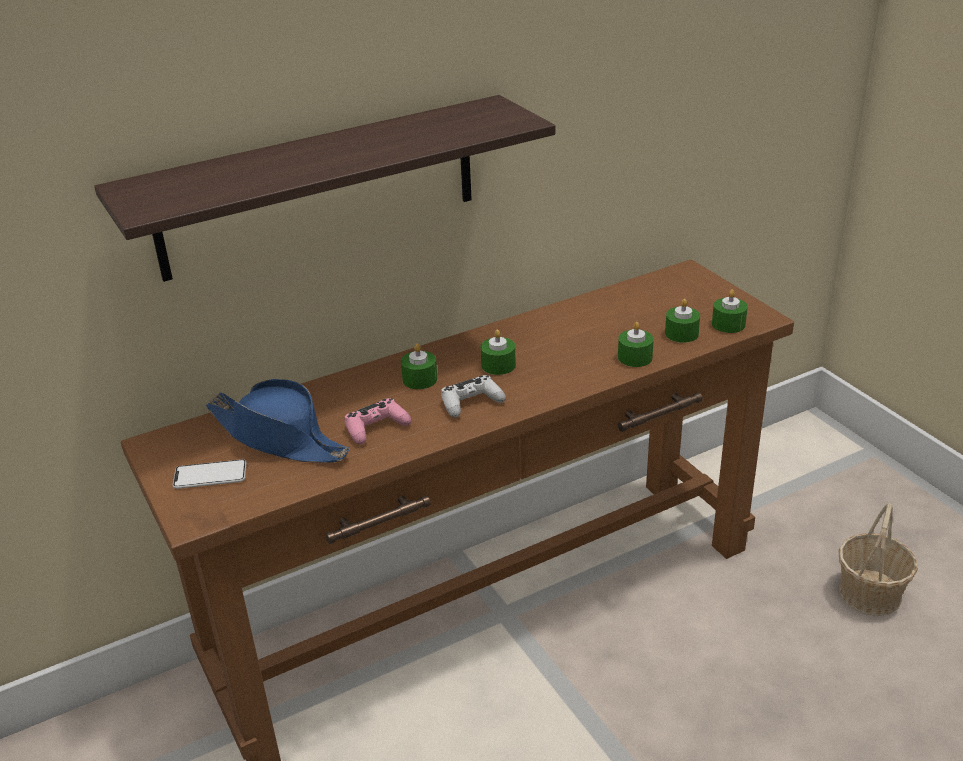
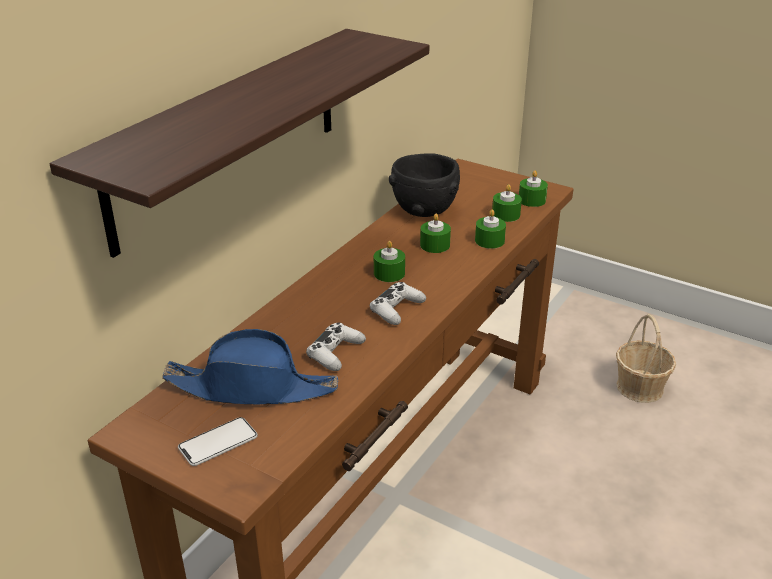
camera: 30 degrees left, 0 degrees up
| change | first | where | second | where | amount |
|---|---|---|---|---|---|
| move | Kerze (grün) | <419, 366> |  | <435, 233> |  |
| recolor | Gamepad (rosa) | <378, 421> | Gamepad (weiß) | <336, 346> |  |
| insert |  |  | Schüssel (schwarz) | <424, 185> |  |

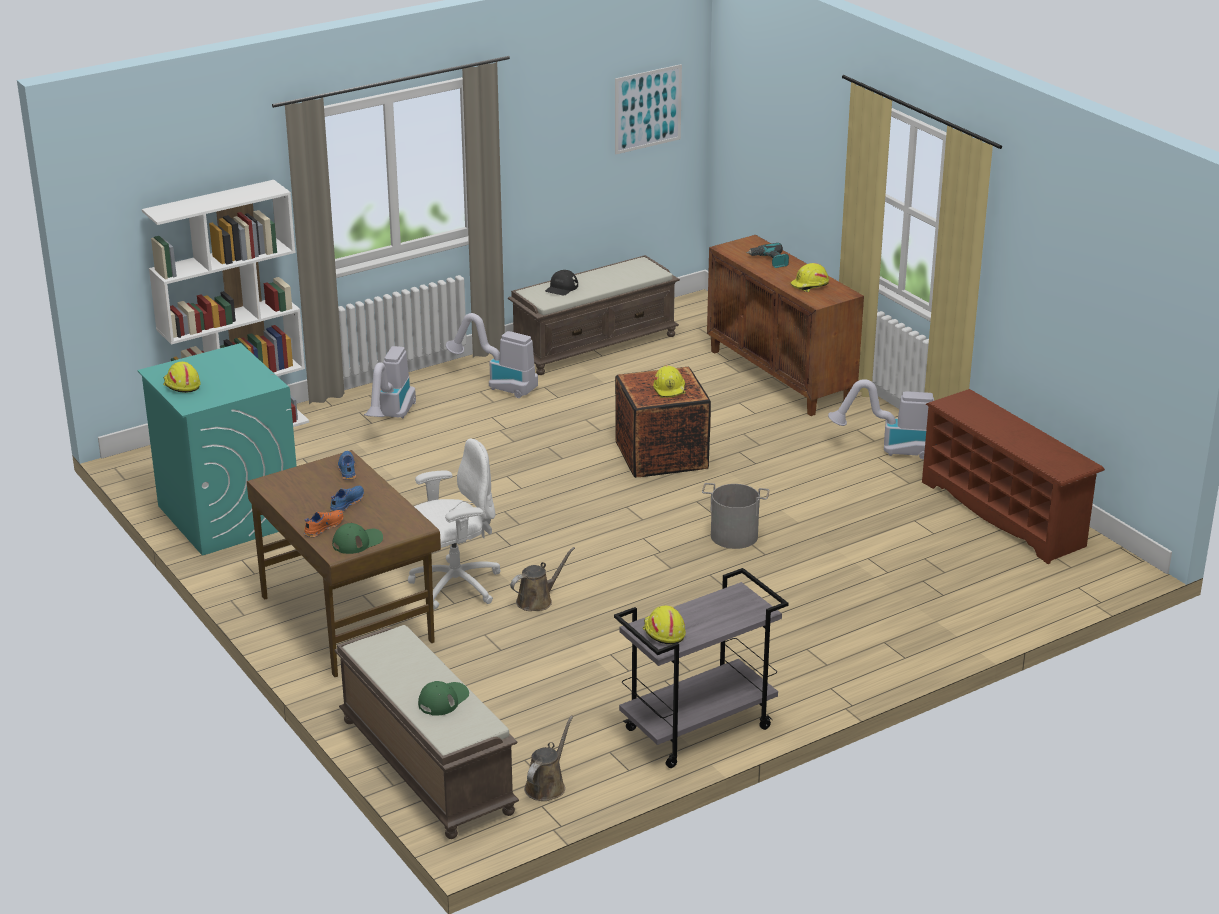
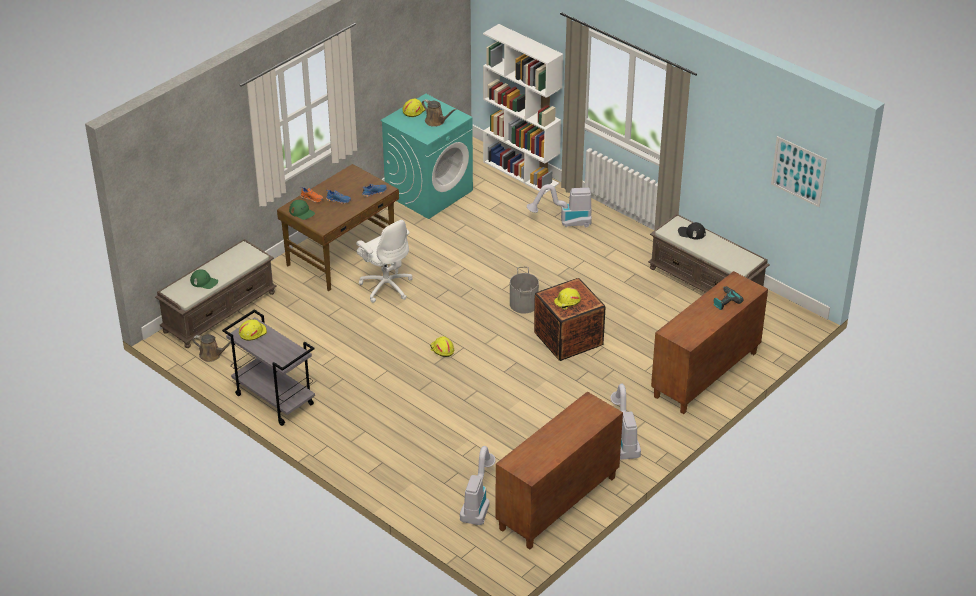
camera: 75 degrees right, 10 degrees up
| change | first | where | second | where | amount |
|---|---|---|---|---|---|
| move | Schutzhelm (gelb) | <810, 277> |  | <442, 346> |  |
| move | Staubsauger | <492, 355> |  | <478, 485> |  |
| replace | Schuhregal (braun) | <1013, 476> | Schrank (braun) | <559, 470> |  |
| move | Eimer (grau) | <735, 516> |  | <524, 290> |  |
| move | Gießkanne (braun) | <542, 579> |  | <439, 113> |  |

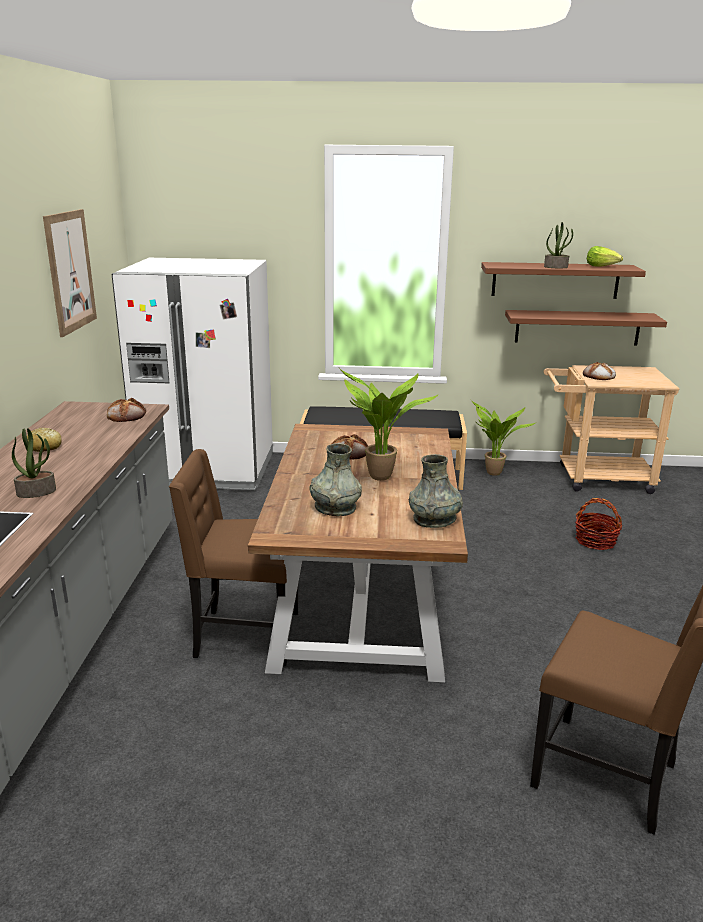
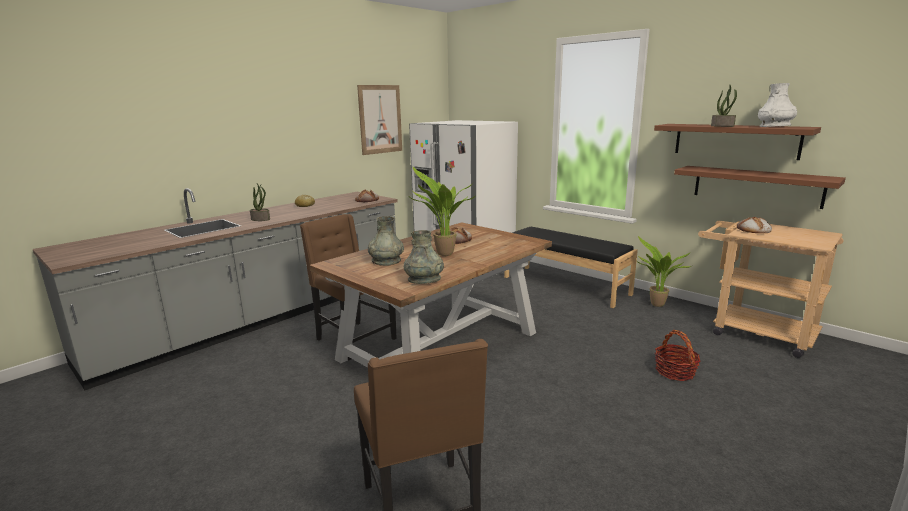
camera: 40 degrees right, 5 degrees down
| change | first | where | second | where | amount |
|---|---|---|---|---|---|
| replace | Salatkopf | <605, 256> | Vase (weiß) | <777, 105> |  |

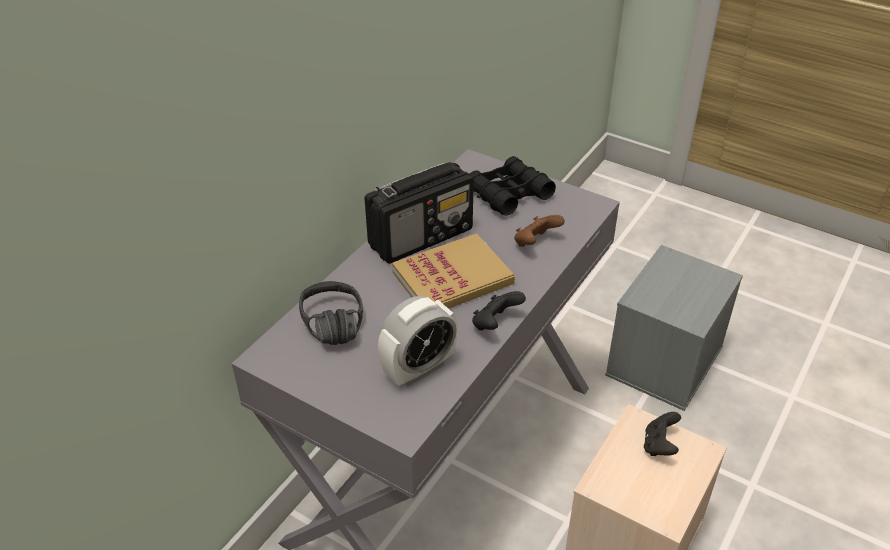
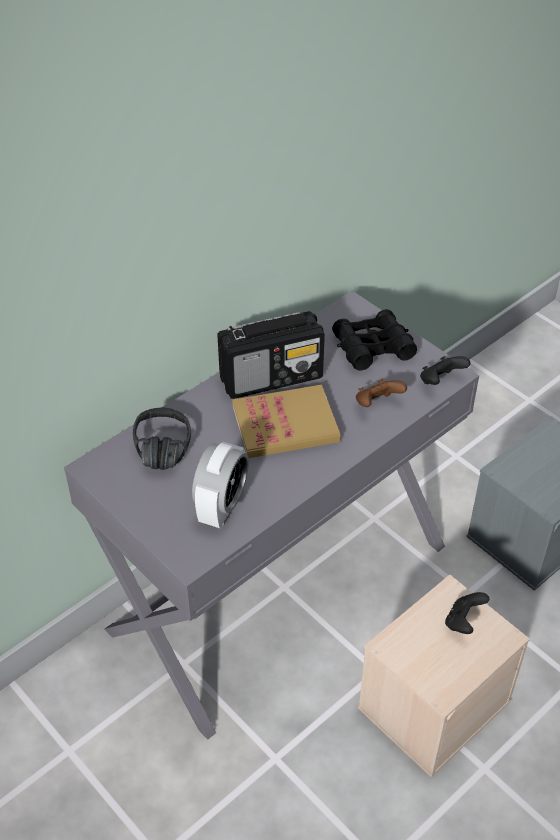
camera: 15 degrees right, 5 degrees up
| change | first | where | second | where | amount |
|---|---|---|---|---|---|
| move | Gamepad (schwarz) | <499, 310> |  | <445, 370> |  |
| rotate | Wecker | <418, 341> |  | <220, 484> | 45 degrees counterclockwise |

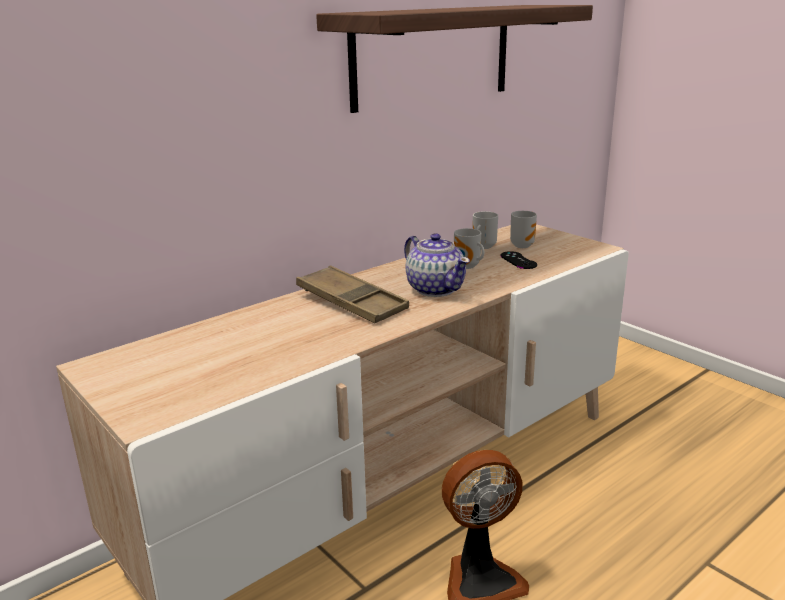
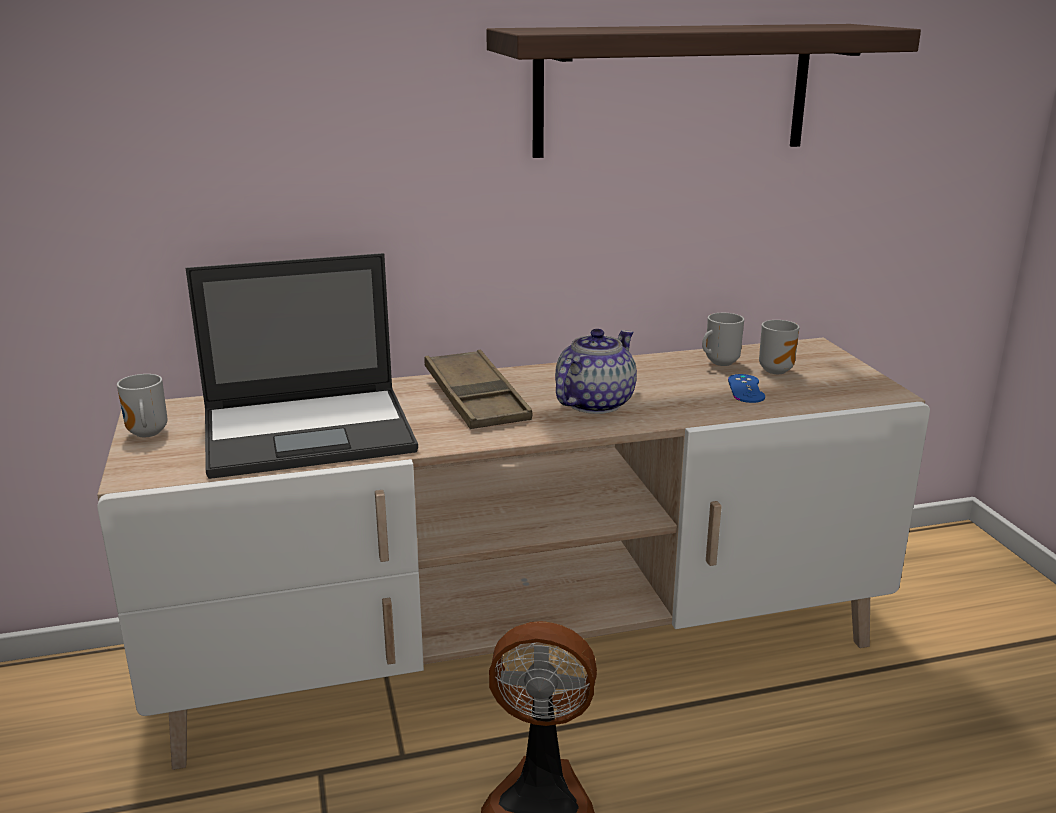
camera: 25 degrees right, 0 degrees up
| change | first | where | second | where | amount |
|---|---|---|---|---|---|
| move | Henkelbecher | <469, 248> |  | <142, 405> |  |
| rotate | Teekanne | <437, 265> |  | <596, 371> | 135 degrees counterclockwise |
| recolor | Gamepad (schwarz) | <519, 260> | Gamepad (blau) | <746, 388> |  |
| insert |  |  | Laptop | <302, 366> |  |

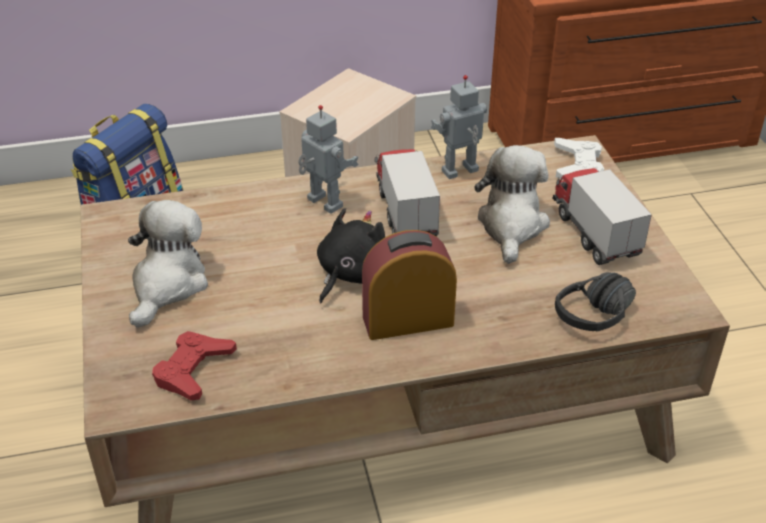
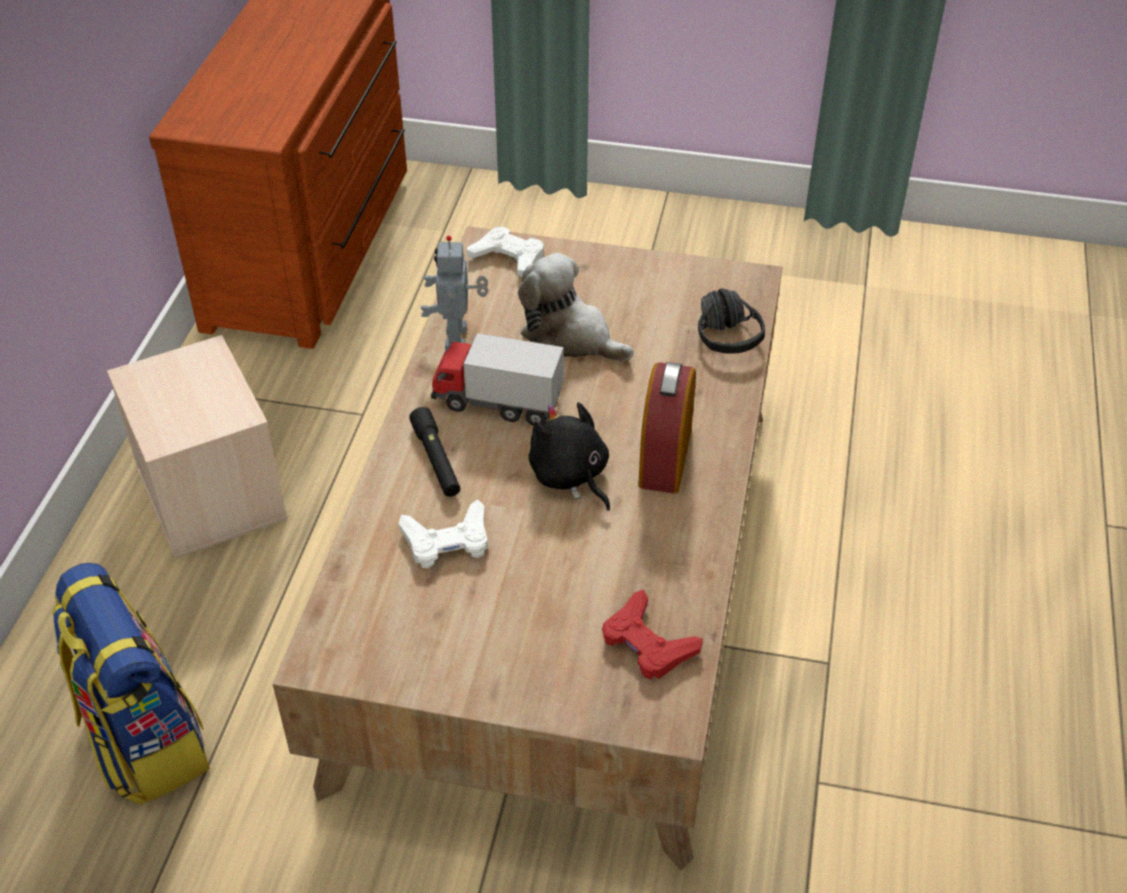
camera: 65 degrees left, 5 degrees up
| change | first | where | second | where | amount |
|---|---|---|---|---|---|
| replace | Spielzeugroboter | <328, 159> | Taschenlampe (schwarz) | <434, 452> |  |
| delete | Spielzeuglaster | <602, 216> |  |  |  |
| delete | Plüschtier | <168, 264> |  |  |  |
| insert |  |  | Gamepad (weiß) | <443, 534> |  |

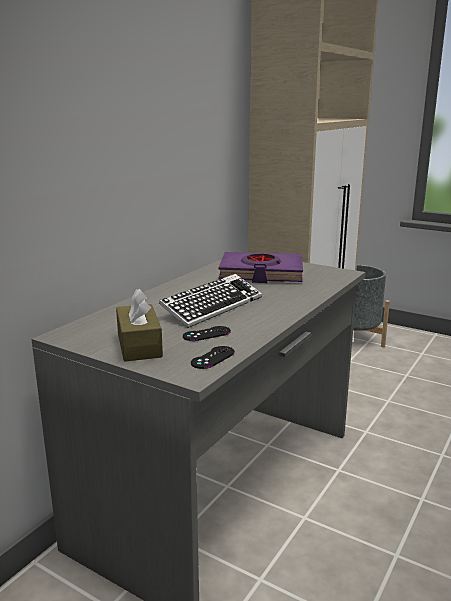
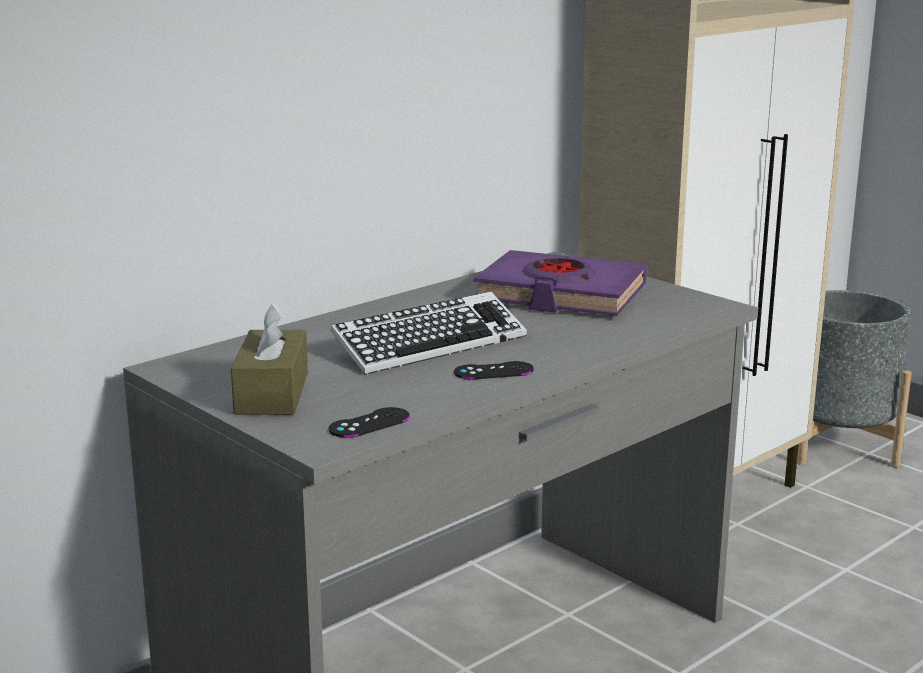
camera: 15 degrees right, 0 degrees up
| change | first | where | second | where | amount |
|---|---|---|---|---|---|
| move | Gamepad (schwarz) | <207, 333> |  | <494, 370> |  |

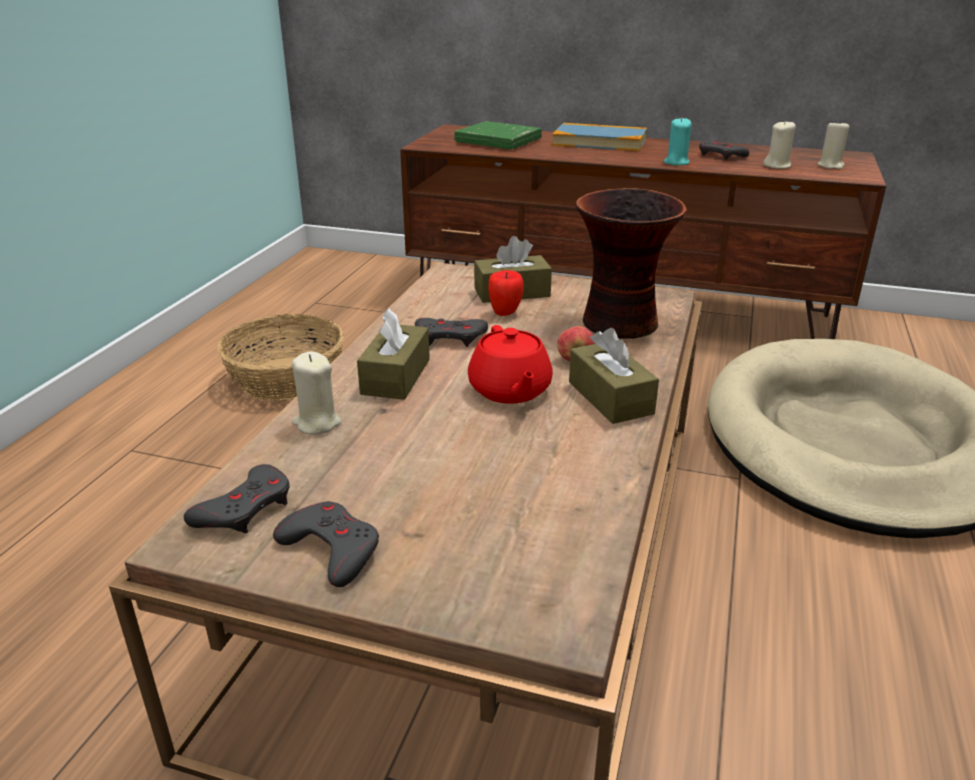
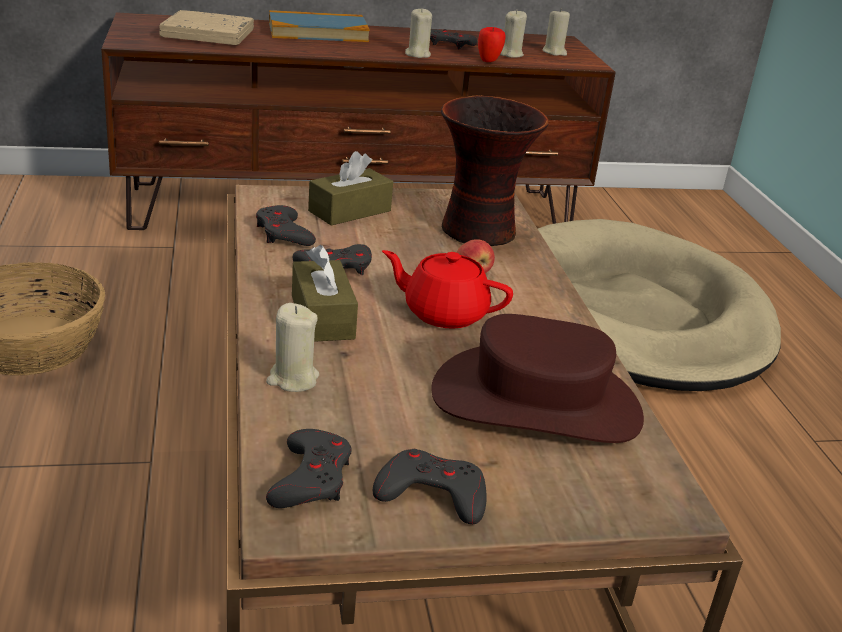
camera: 30 degrees left, 0 degrees up
| change | first | where | second | where | amount |
|---|---|---|---|---|---|
| recolor | Kerze (türkis) | <678, 141> | Kerze (beige) | <418, 33> |  |
| recolor | Buch (grün) | <498, 135> | Buch (beige) | <207, 27> |  |
| move | Apfel | <506, 293> |  | <492, 44> |  |
| rotate | Teekanne (rot) | <510, 364> |  | <447, 289> | 150 degrees clockwise |
| delete | Taschentuchbox (braun) | <614, 376> |  |  |  |
| insert |  |  | Gamepad (grau) | <286, 225> |  |
| insert |  |  | Hut (braun) | <537, 378> |  |

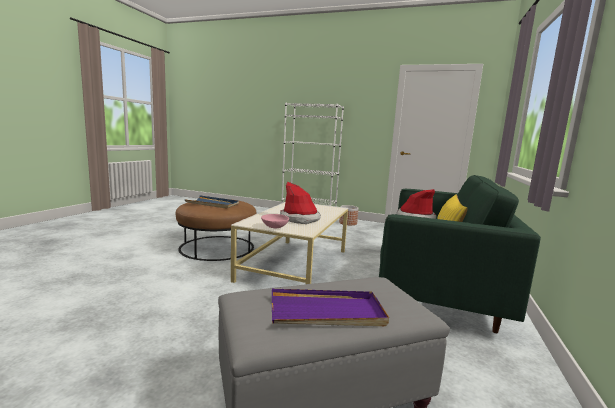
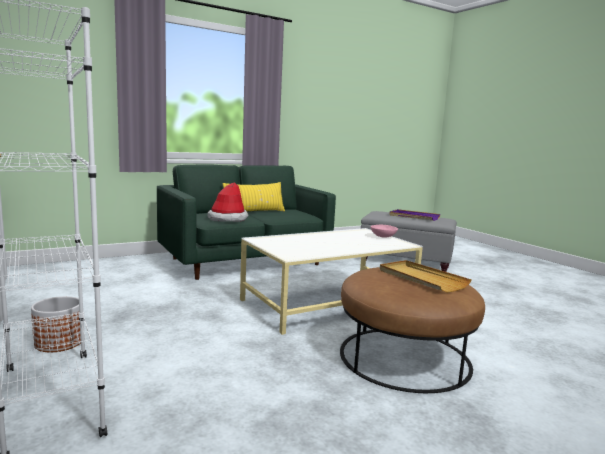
camera: 140 degrees left, 0 degrees up
| change | first | where | second | where | amount |
|---|---|---|---|---|---|
| delete | Hut | <300, 203> |  |  |  |
| recolor | Tablett (blau) | <212, 202> | Tablett (beige) | <426, 276> |  |

